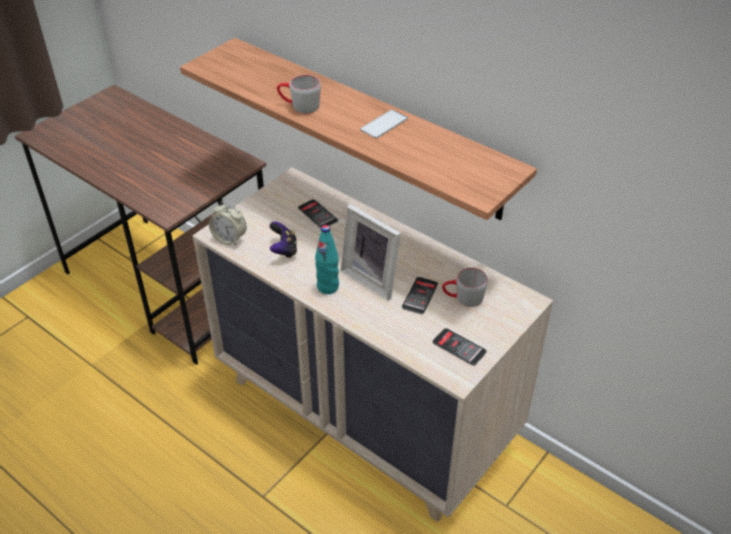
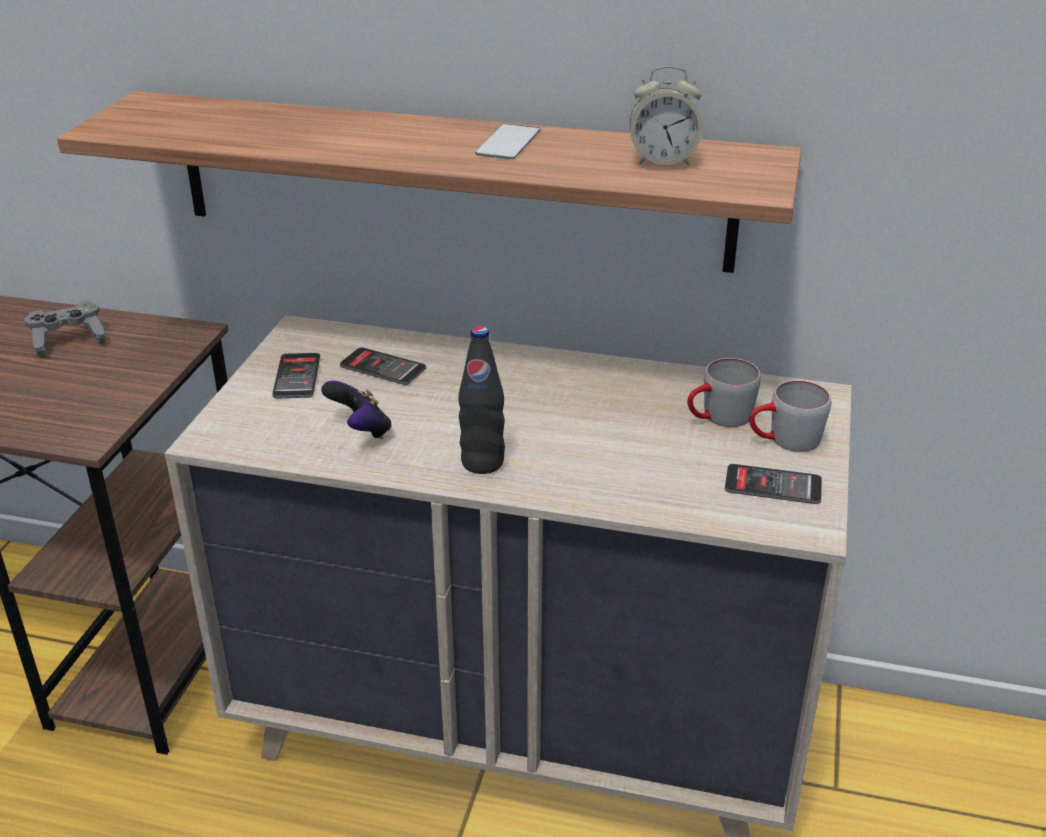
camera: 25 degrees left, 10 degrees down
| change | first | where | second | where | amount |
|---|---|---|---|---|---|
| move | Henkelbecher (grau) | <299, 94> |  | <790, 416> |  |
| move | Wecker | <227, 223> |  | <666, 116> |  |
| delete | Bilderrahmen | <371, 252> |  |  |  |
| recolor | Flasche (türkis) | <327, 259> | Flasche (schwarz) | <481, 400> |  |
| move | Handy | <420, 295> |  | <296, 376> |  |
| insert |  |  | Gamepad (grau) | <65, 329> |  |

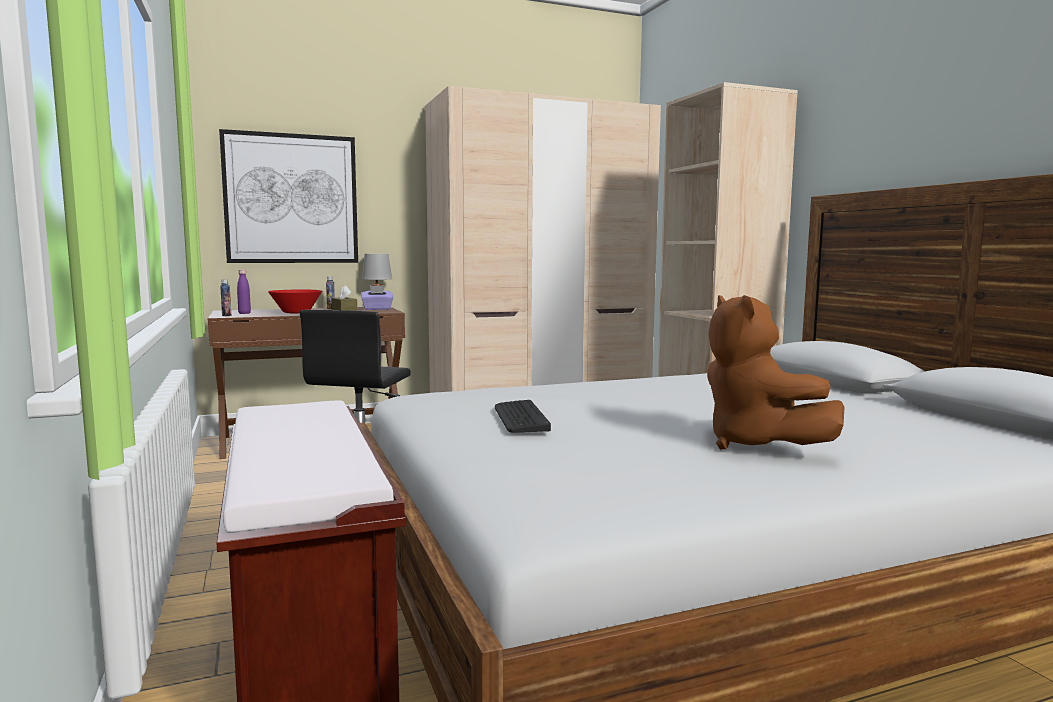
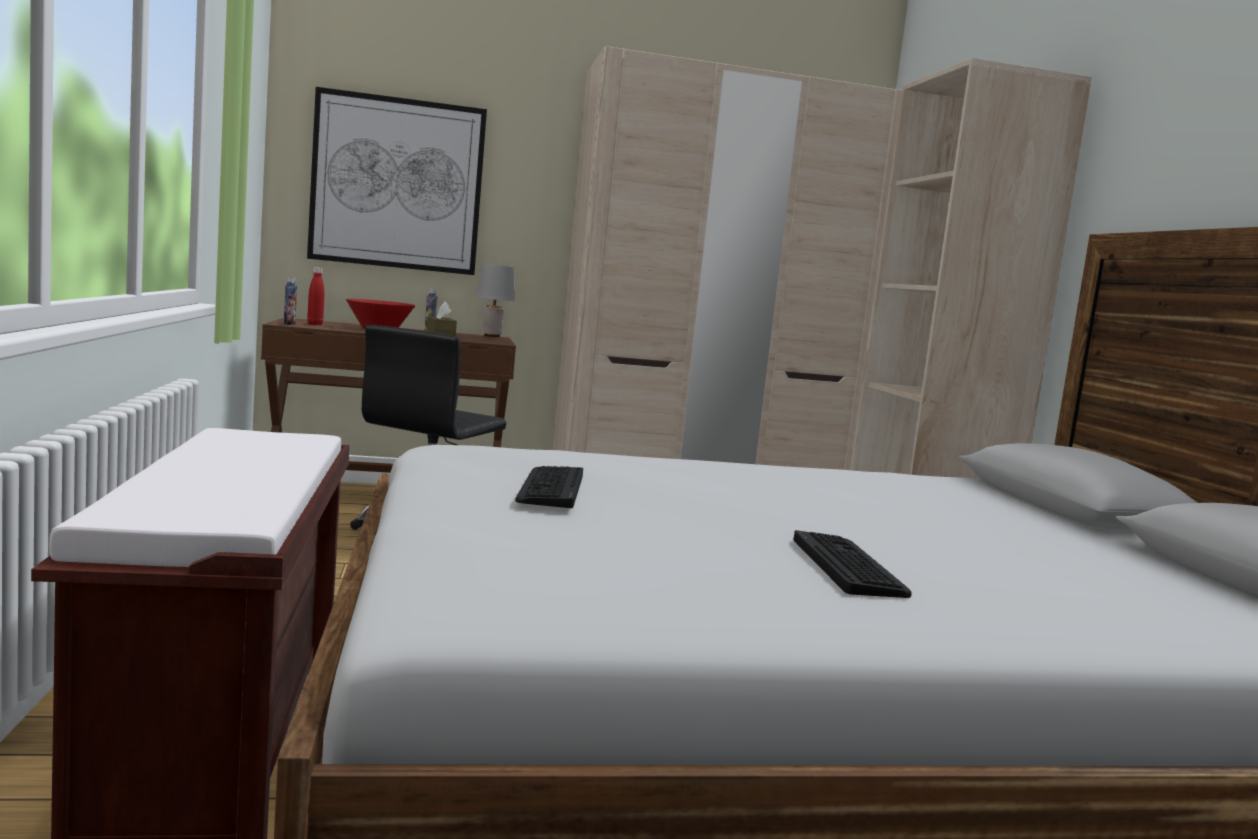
camera: 10 degrees right, 0 degrees up
| change | first | where | second | where | amount |
|---|---|---|---|---|---|
| recolor | Flasche (lila) | <244, 292> | Flasche (rot) | <315, 296> |  |
| delete | Taschentuchbox (lila) | <377, 297> |  |  |  |
| replace | Plüschtier (braun) | <775, 372> | Tastatur | <853, 564> |  |

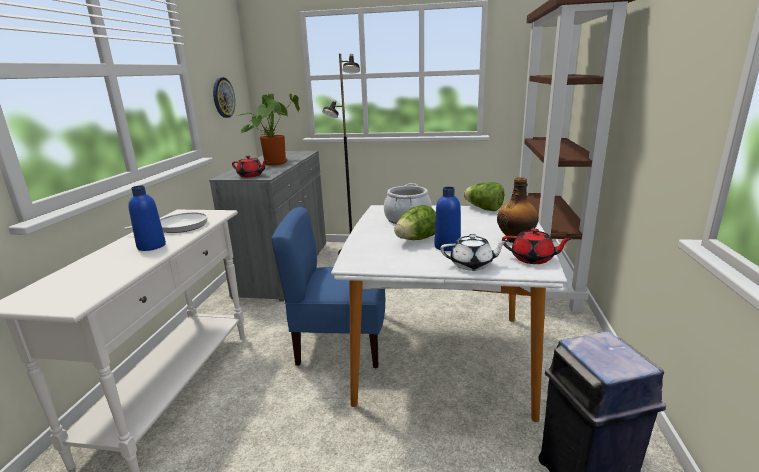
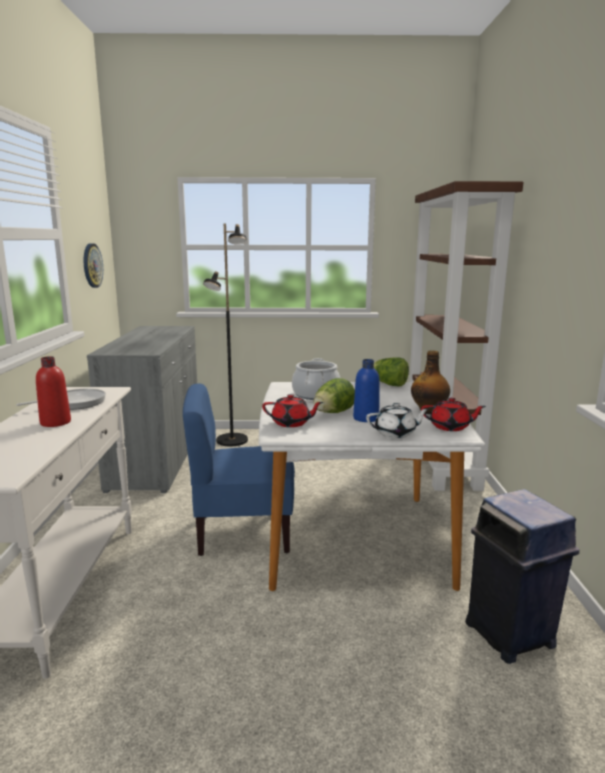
camera: 10 degrees left, 5 degrees down
| change | first | where | second | where | amount |
|---|---|---|---|---|---|
| delete | Topfpflanze | <268, 129> |  |  |  |
| move | Teekanne (rot) | <250, 166> |  | <292, 410> |  |
| recolor | Flasche (blau) | <147, 218> | Flasche (rot) | <53, 391> |  |

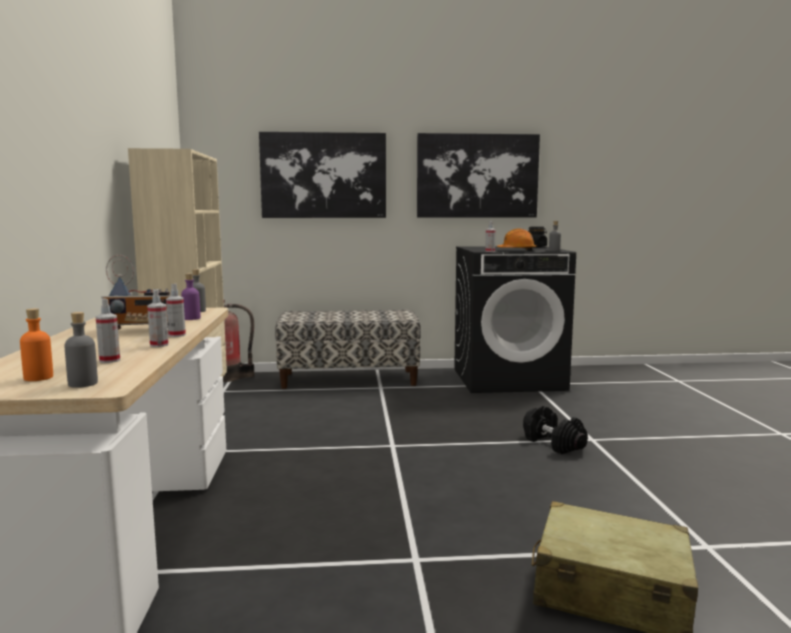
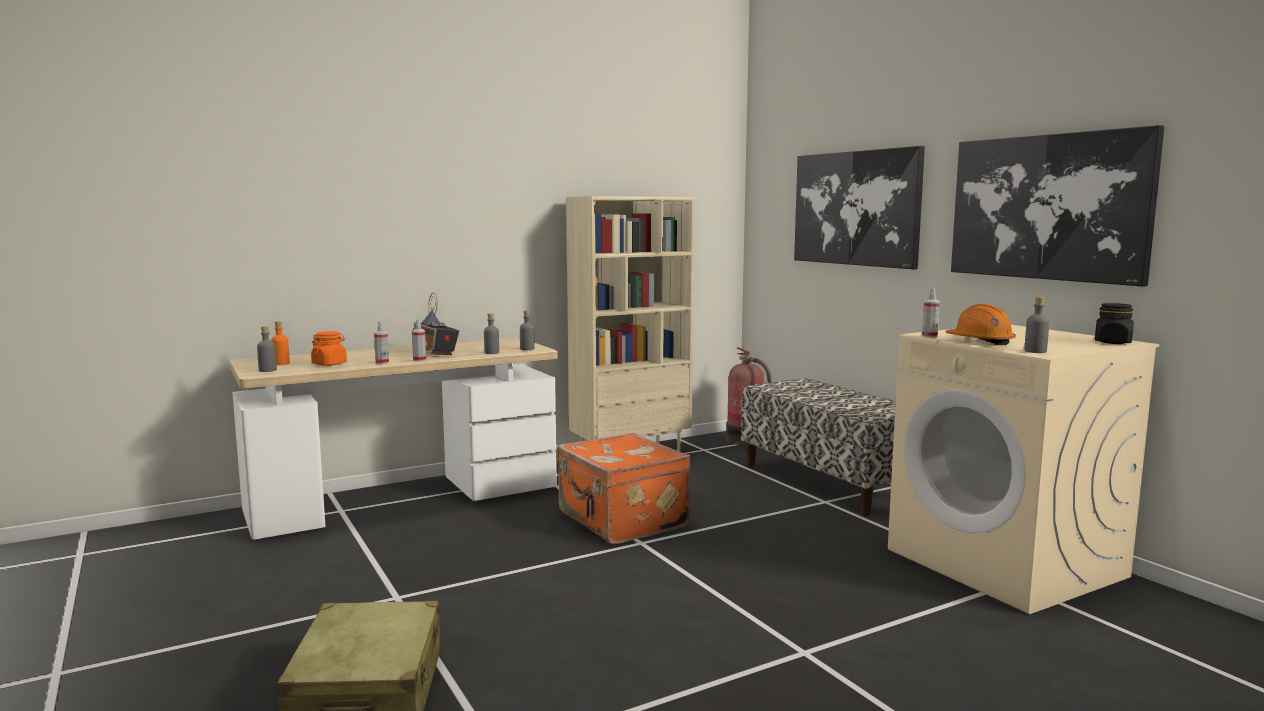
camera: 65 degrees right, 0 degrees up
| change | first | where | second | where | amount |
|---|---|---|---|---|---|
| recolor | Waschmaschine (schwarz) | <515, 319> | Waschmaschine (beige) | <1023, 469> |  |
| recolor | Flasche (lila) | <191, 296> | Flasche (grau) | <491, 333> |  |
| replace | Sprühflasche | <107, 331> | Vorratsglas (orange) | <329, 348> |  |
| delete | Hantel (schwarz) | <555, 430> |  |  |  |
| insert |  |  | Koffer (orange) | <624, 488> |  |

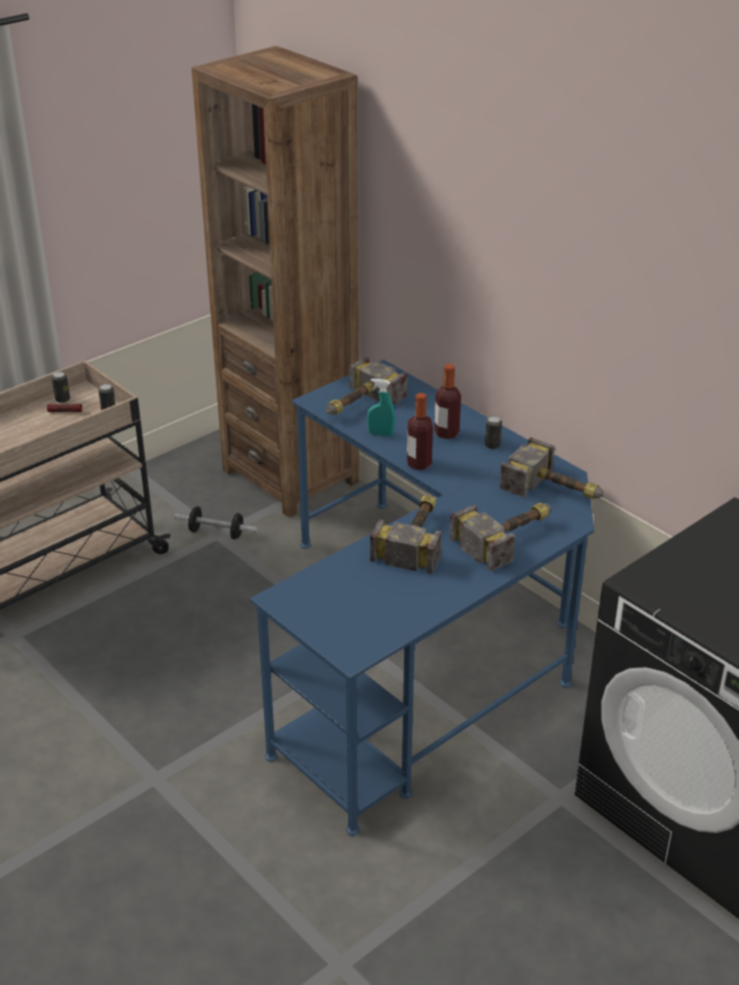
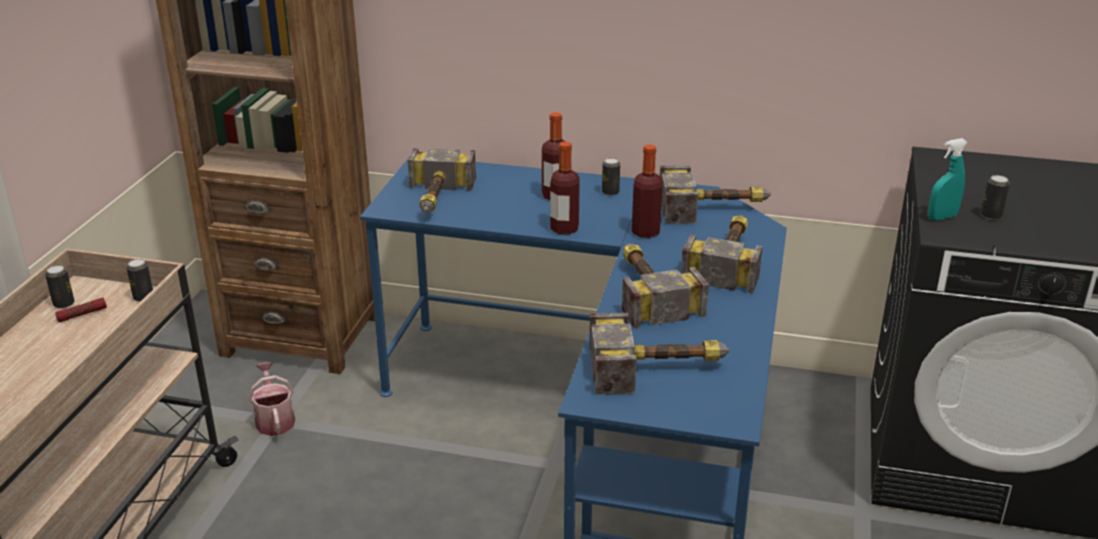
camera: 35 degrees left, 5 degrees down
| change | first | where | second | where | amount |
|---|---|---|---|---|---|
| move | Sprühflasche (türkis) | <381, 408> |  | <948, 179> |  |
| replace | Hantel | <216, 523> | Gießkanne | <272, 399> |  |
| insert |  |  | Flasche | <647, 191> |  |
| insert |  |  | Dose | <995, 197> |  |
| insert |  |  | Hammer | <659, 354> |  |

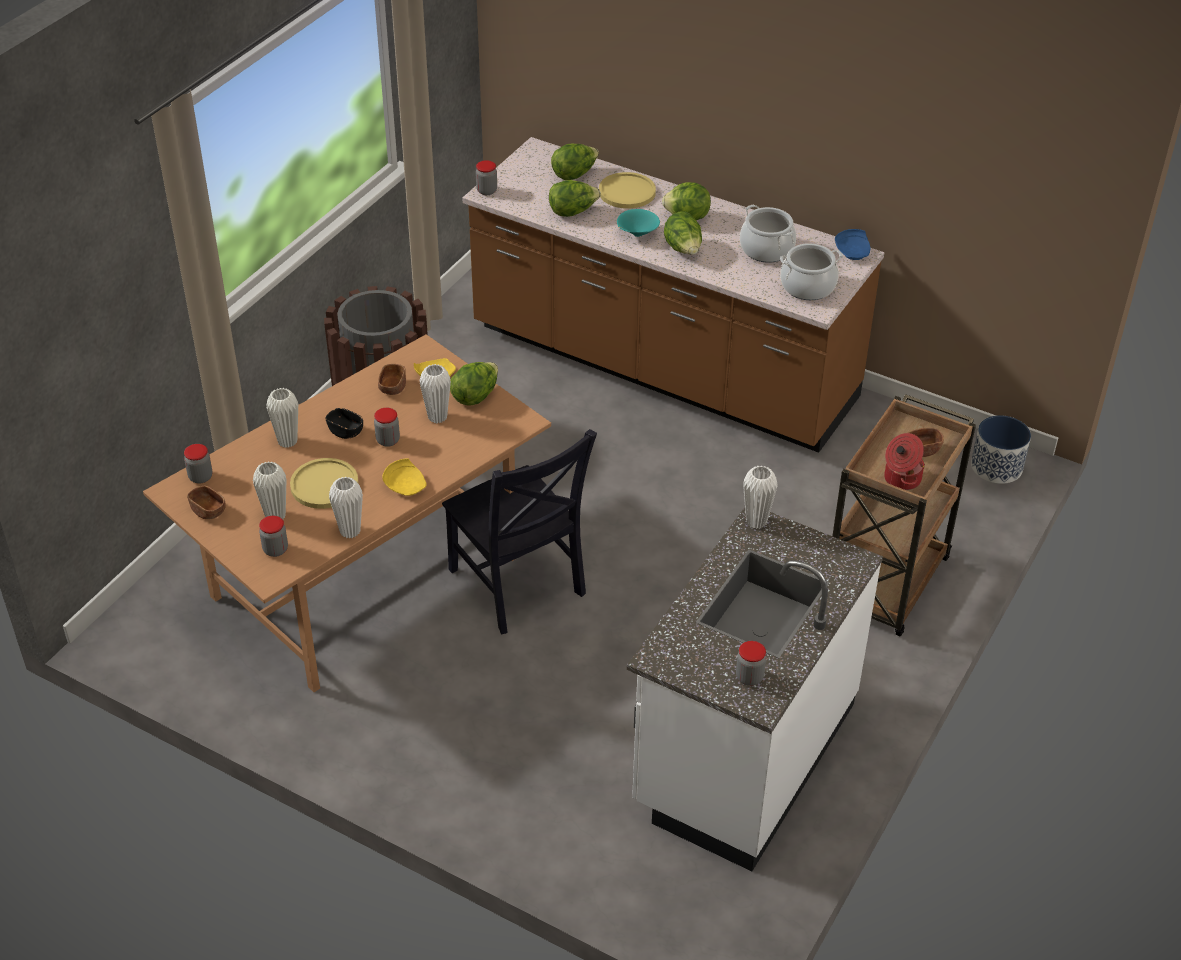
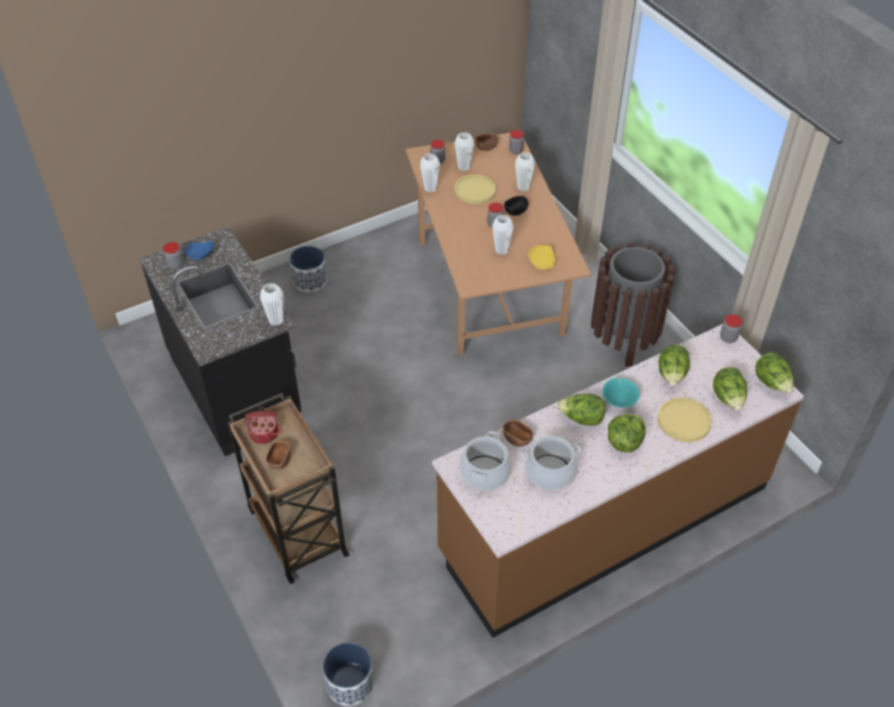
camera: 120 degrees right, 5 degrees up
| change | first | where | second | where | amount |
|---|---|---|---|---|---|
| move | Teller (blau) | <852, 244> |  | <199, 250> |  |
| move | Salatkopf | <474, 384> |  | <774, 372> |  |
| move | Schüssel (braun) | <392, 379> |  | <518, 433> |  |
| delete | Stuhl (schwarz) | <519, 531> |  |  |  |
| delete | Teller (gelb) | <404, 477> |  |  |  |
| recolor | Küchenzeile (weiß) | <755, 689> | Küchenzeile (schwarz) | <221, 341> |  |
| insert |  |  | Pflanzkübel | <308, 269> |  |

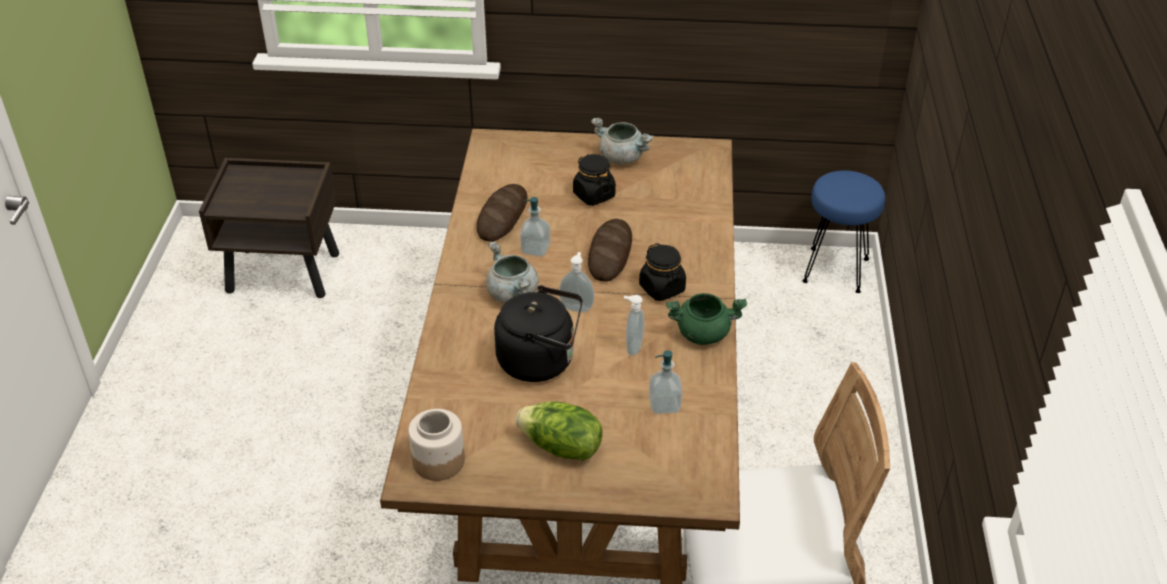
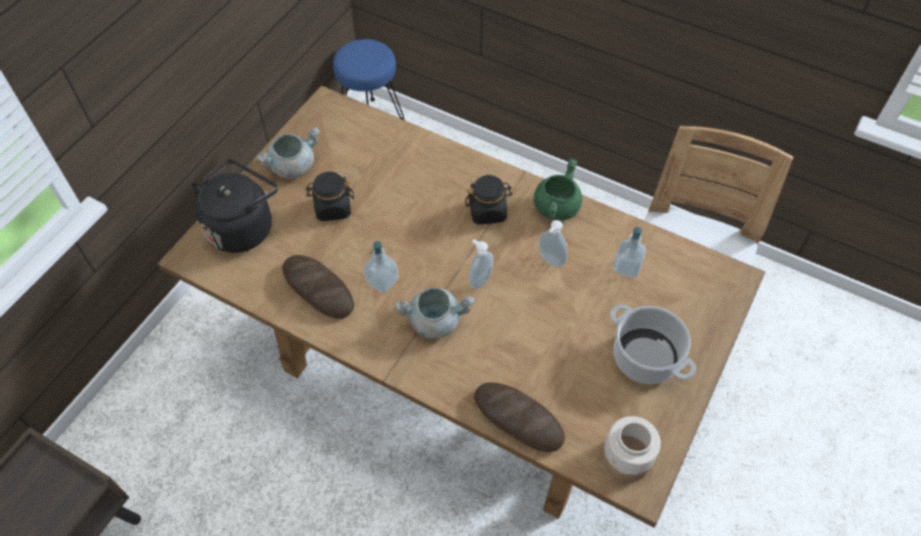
camera: 65 degrees left, 15 degrees up
| change | first | where | second | where | amount |
|---|---|---|---|---|---|
| move | Brot | <610, 250> |  | <519, 417> |  |
| move | Wasserkessel (schwarz) | <538, 333> |  | <234, 206> |  |
| replace | Salatkopf | <559, 431> | Kochtopf | <653, 344> |  |

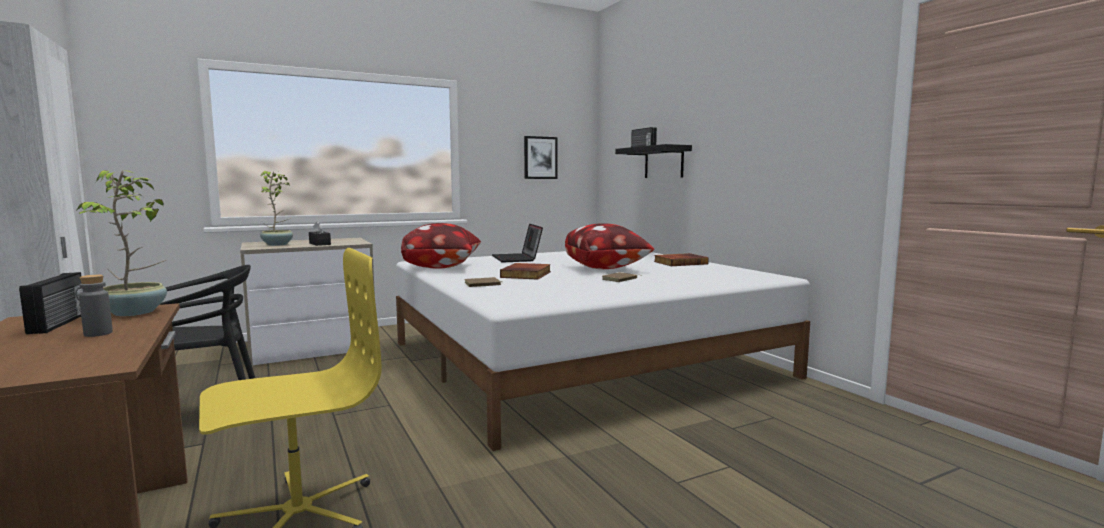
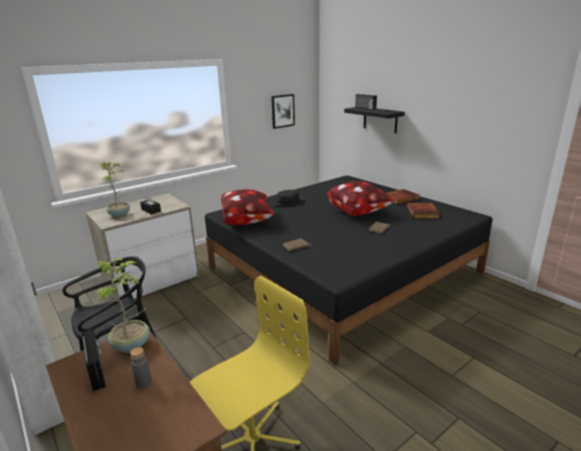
camera: 10 degrees left, 15 degrees up
| change | first | where | second | where | amount |
|---|---|---|---|---|---|
| replace | Laptop | <517, 243> | Hut (schwarz) | <287, 198> |  |
| recolor | Bett (weiß) | <603, 351> | Bett (schwarz) | <349, 270> |  |
| move | Buch | <525, 271> |  | <423, 211> |  |

